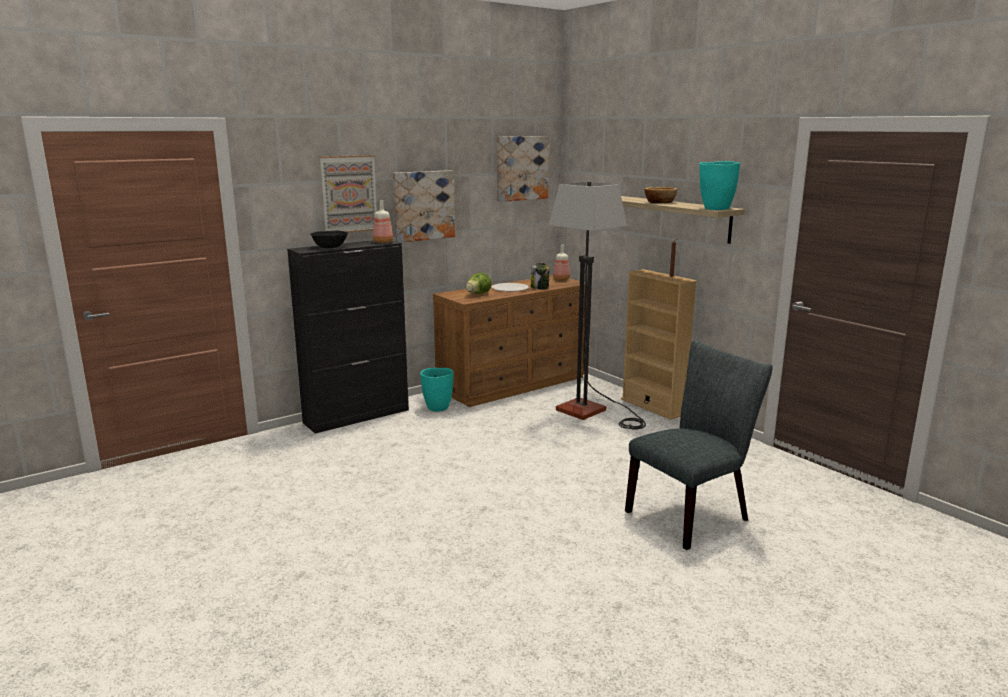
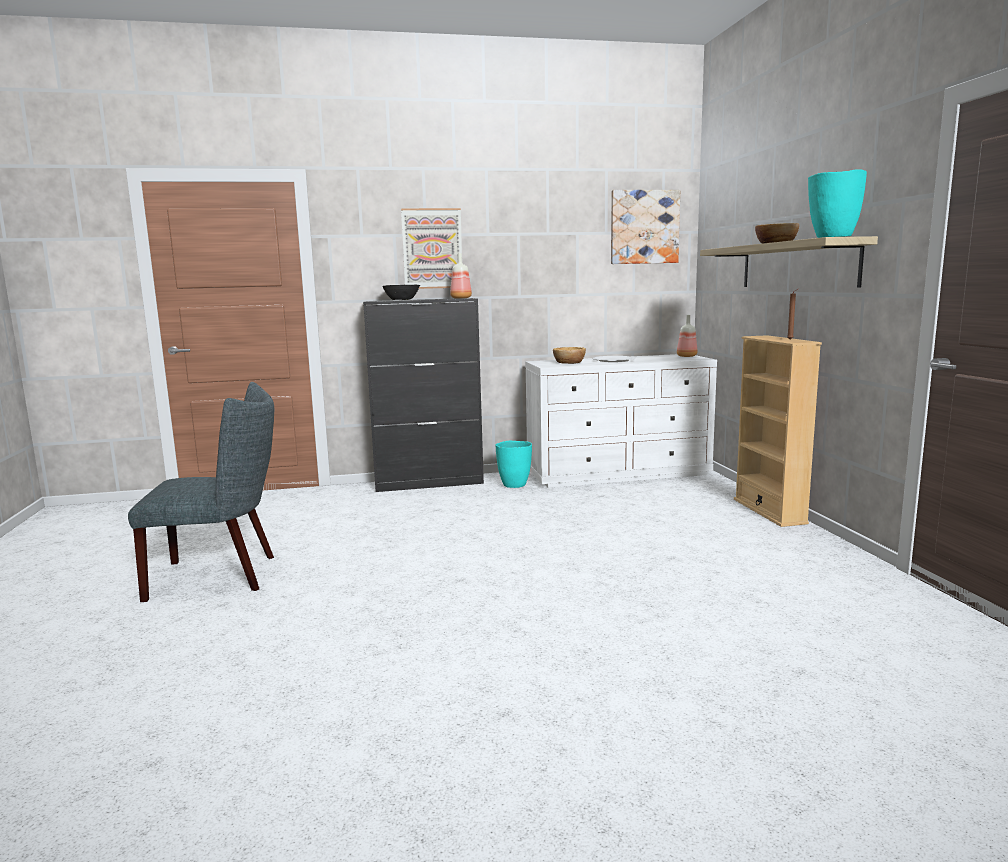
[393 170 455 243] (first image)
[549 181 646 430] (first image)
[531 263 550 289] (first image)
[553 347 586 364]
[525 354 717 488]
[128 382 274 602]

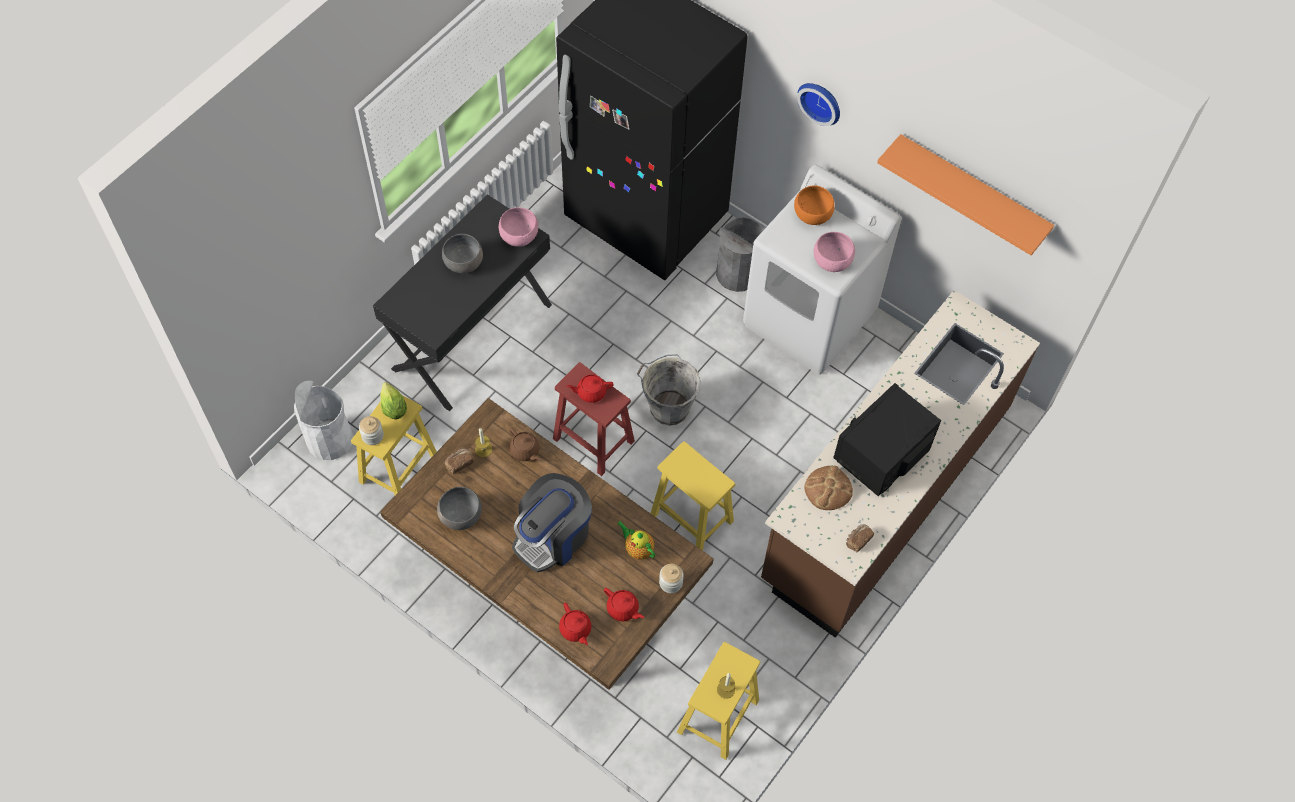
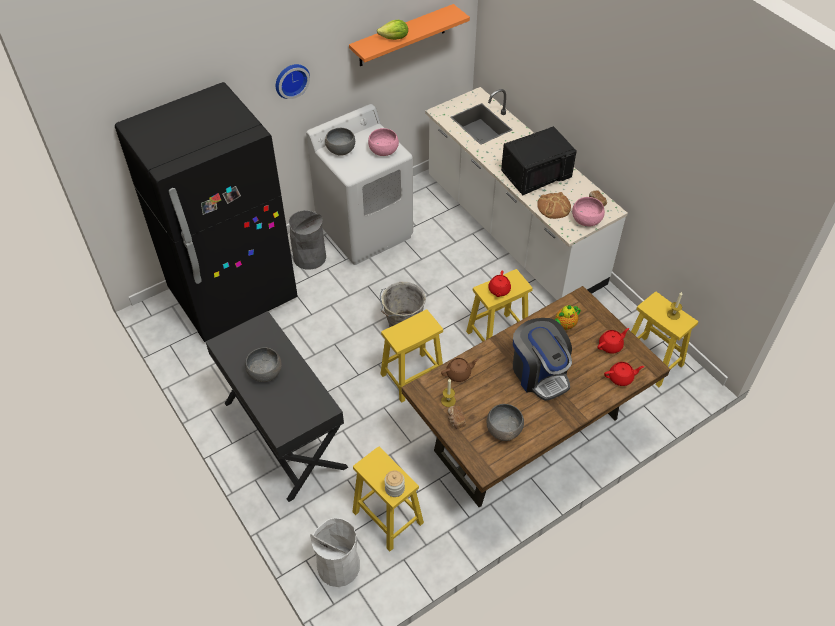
[325 128 355 156]
[572 197 605 226]
[425 87 628 300]
[380 309 443 403]
[489 270 511 297]
[377 20 408 40]
[501 126 577 195]
[659 564 684 594] (first image)

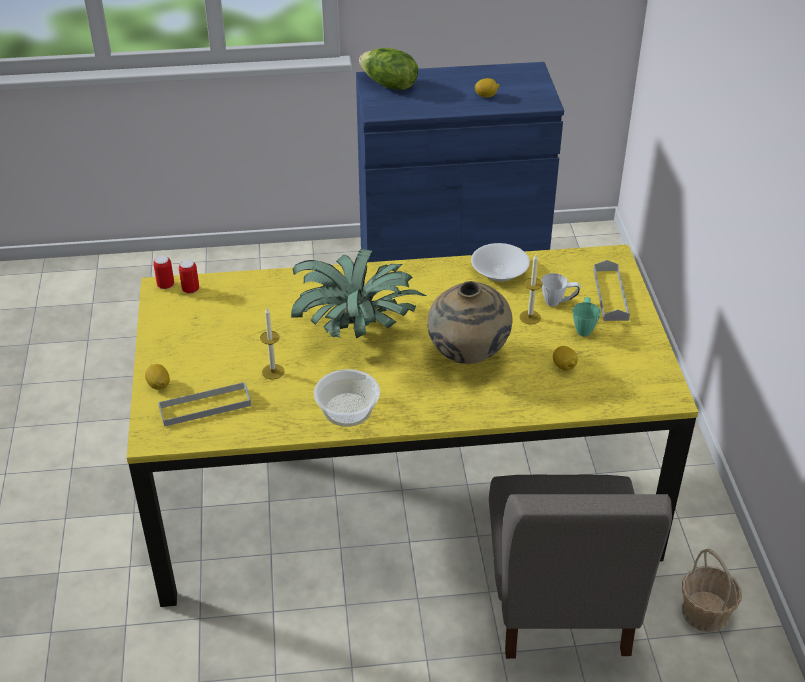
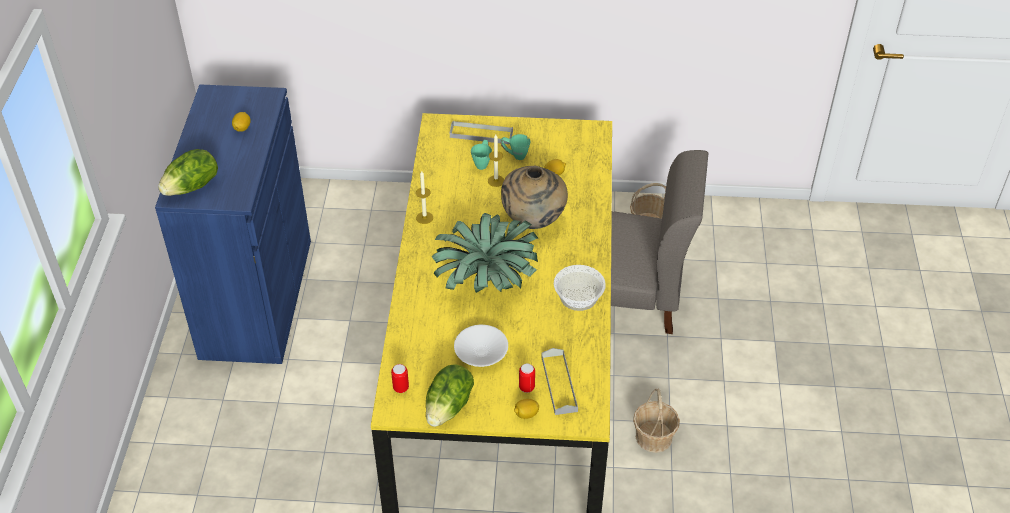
[454 325 508 367]
[519 363 535 393]
[471 140 492 170]
[416 171 433 224]
[426 364 474 427]
[633 388 680 453]

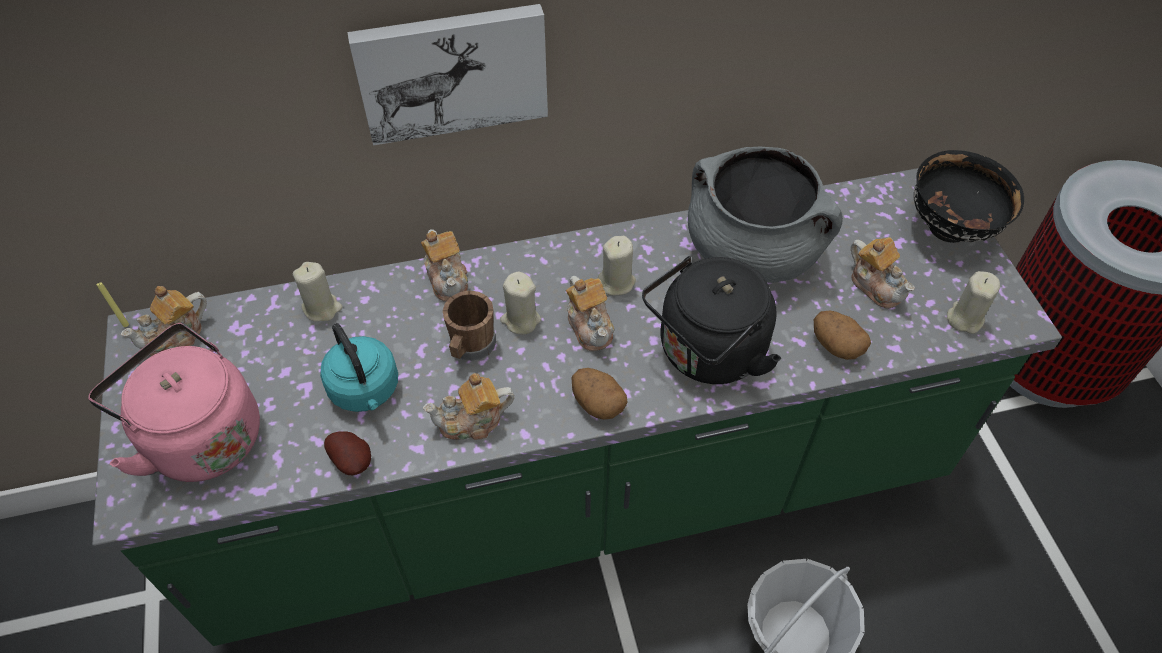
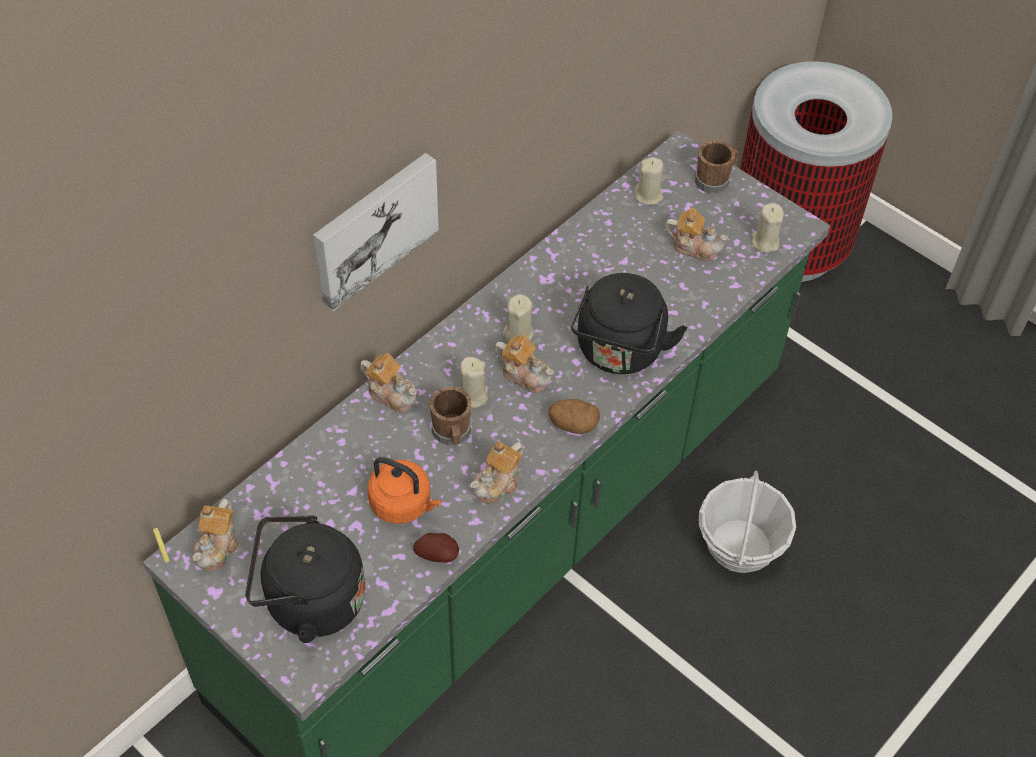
[688 146 843 283] (first image)
[695 141 739 194]
[634 157 663 205]
[814 310 871 360] (first image)
[246 515 365 643]
[368 457 441 524]

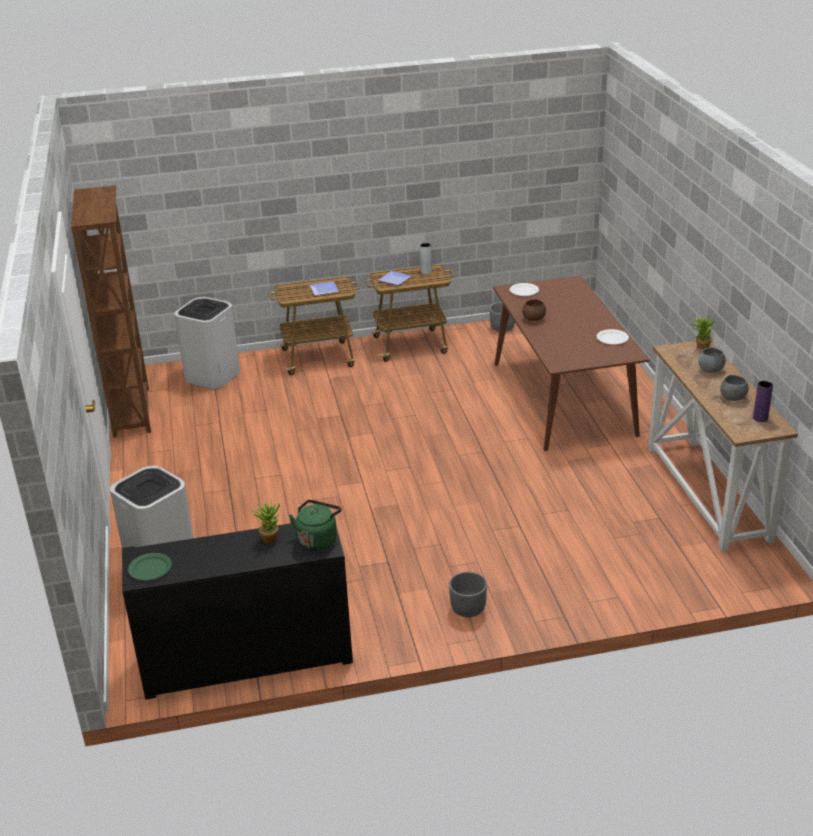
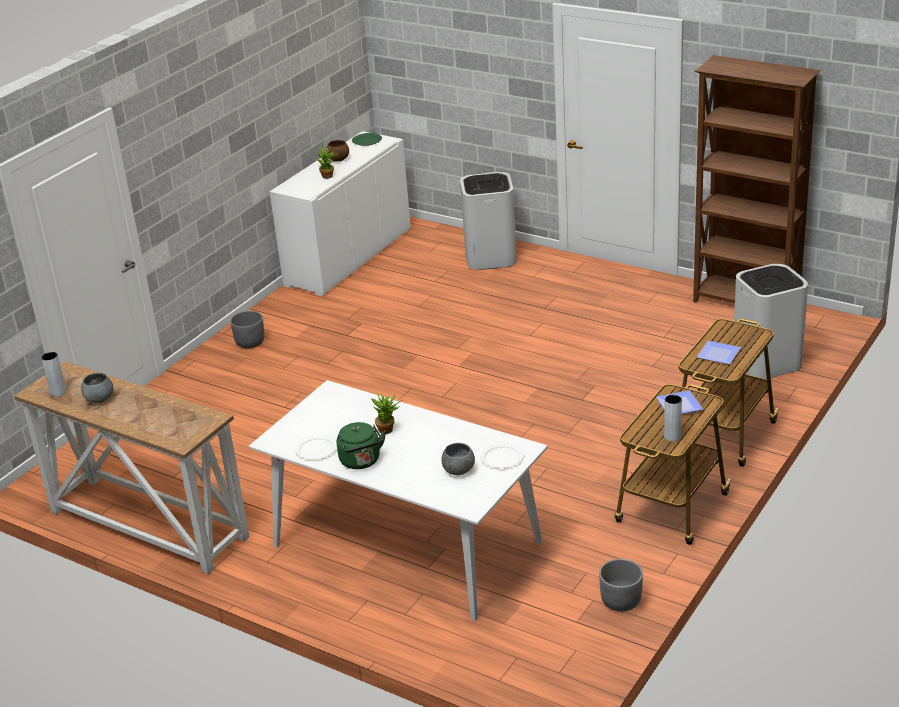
[249 380 548 622]
[326 140 349 162]
[371 392 402 434]
[441 443 475 475]
[41 352 67 397]
[337 422 386 469]
[269 131 411 296]

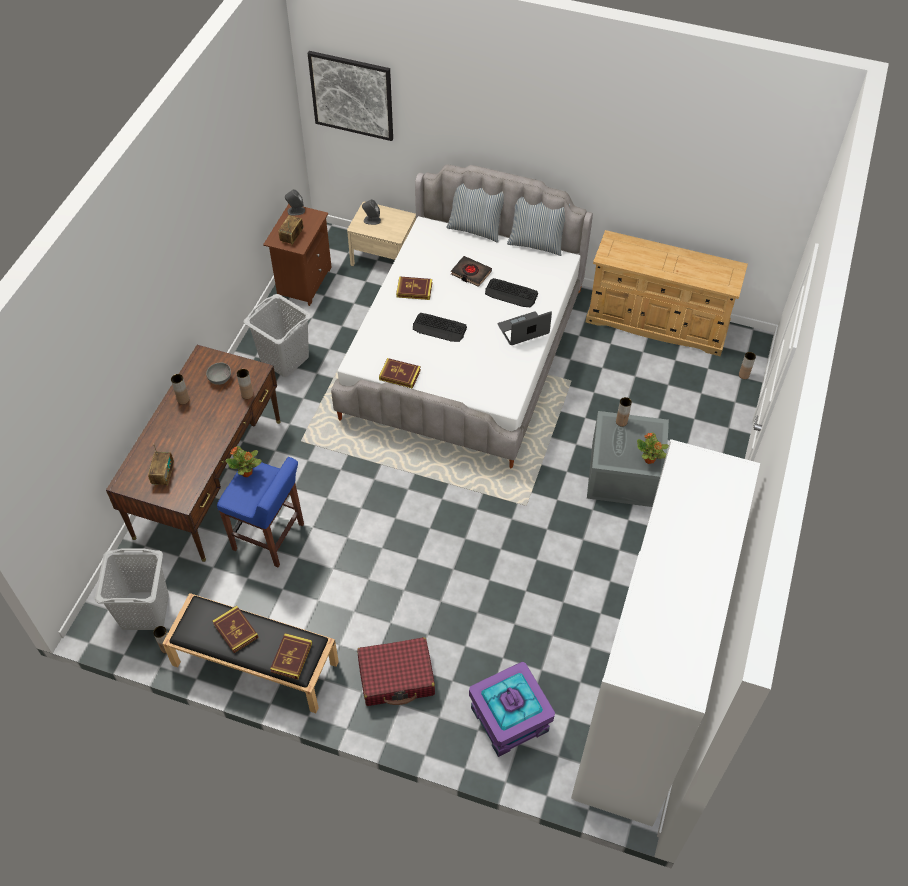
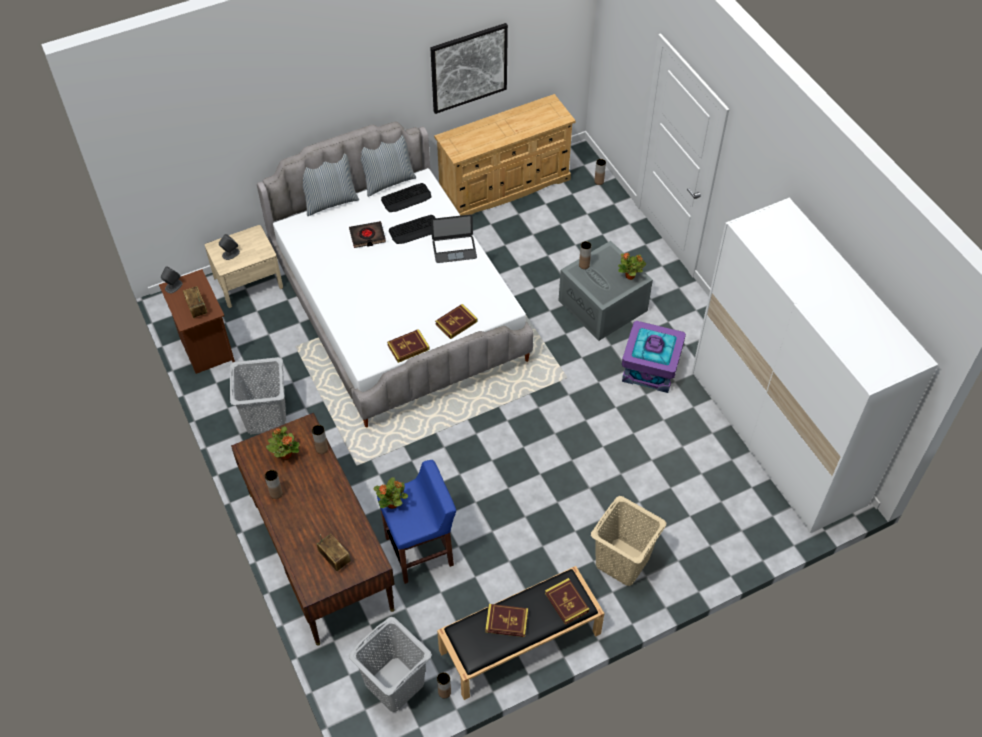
[430 23 508 114]
[435 304 478 339]
[431 214 477 263]
[381 183 431 212]
[266 426 300 460]
[591 496 666 586]
[622 321 686 393]

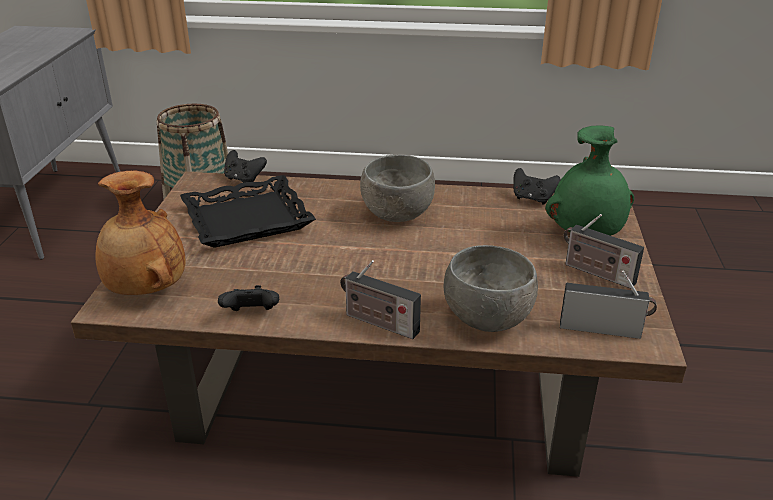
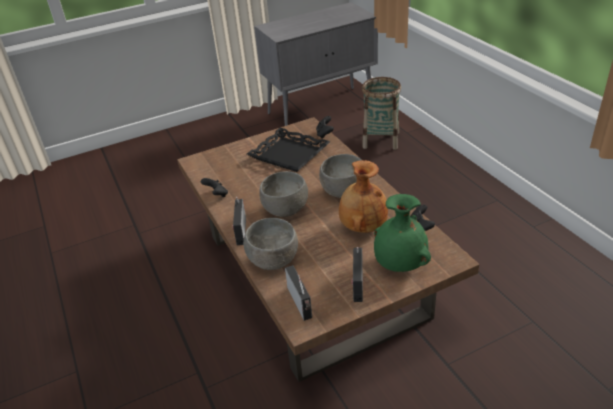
[339 160 388 233]
[259 171 308 217]

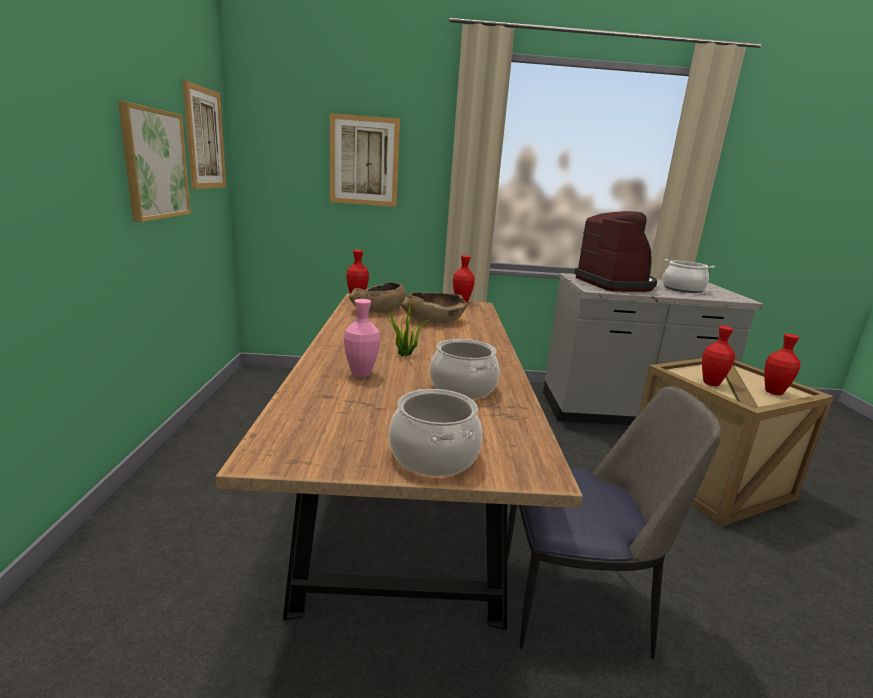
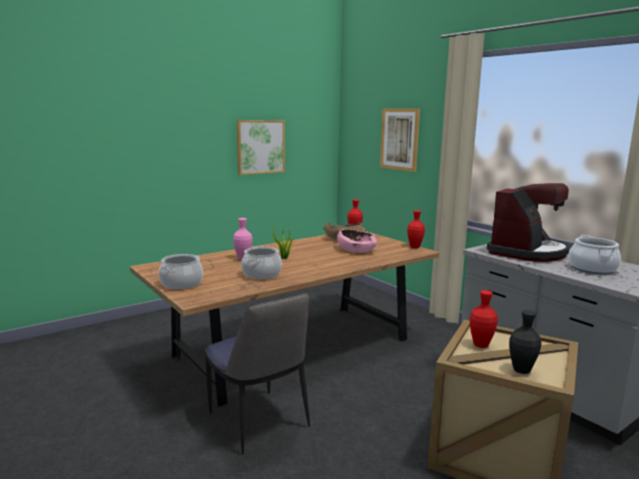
[183 80 226 189] (first image)
[337 229 377 253]
[509 310 541 374]

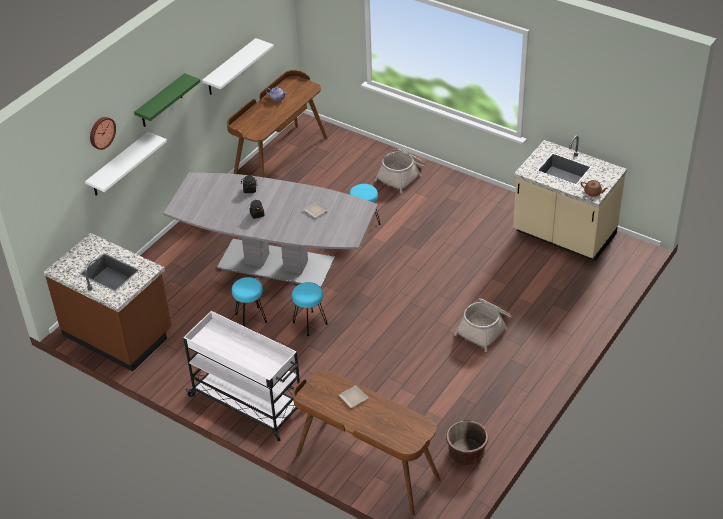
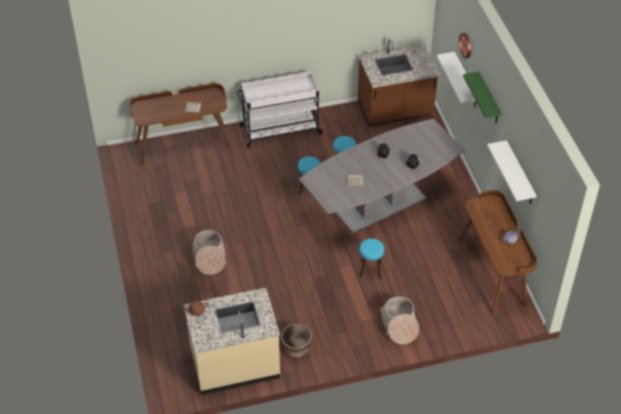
[281 323 313 358]

